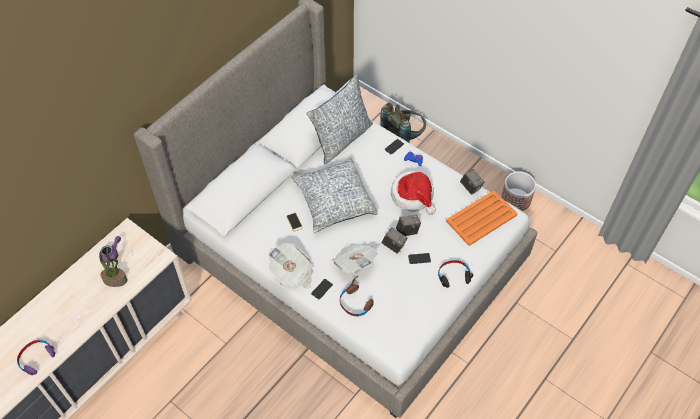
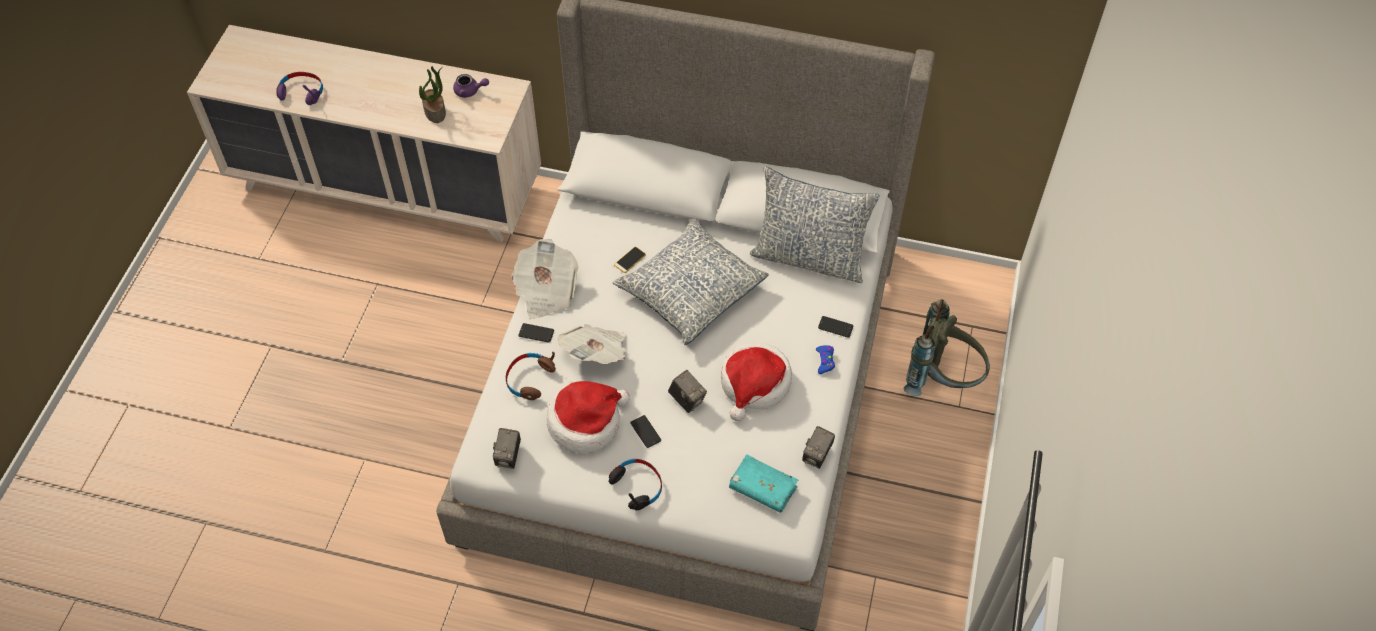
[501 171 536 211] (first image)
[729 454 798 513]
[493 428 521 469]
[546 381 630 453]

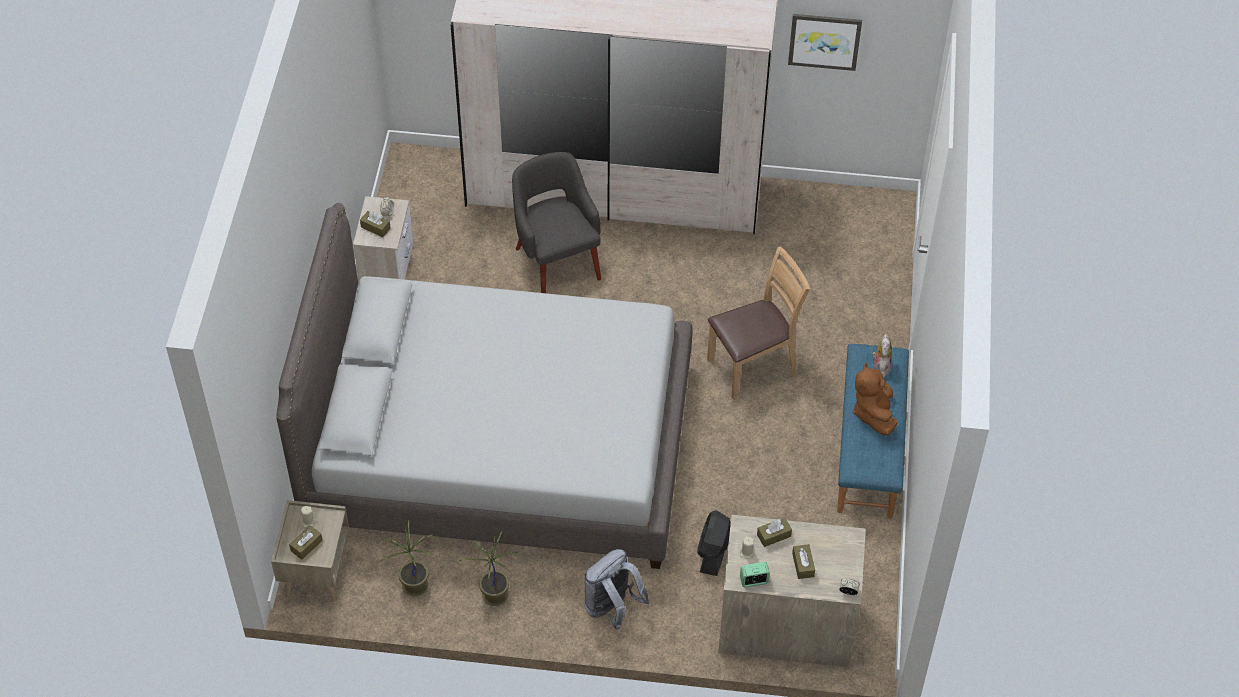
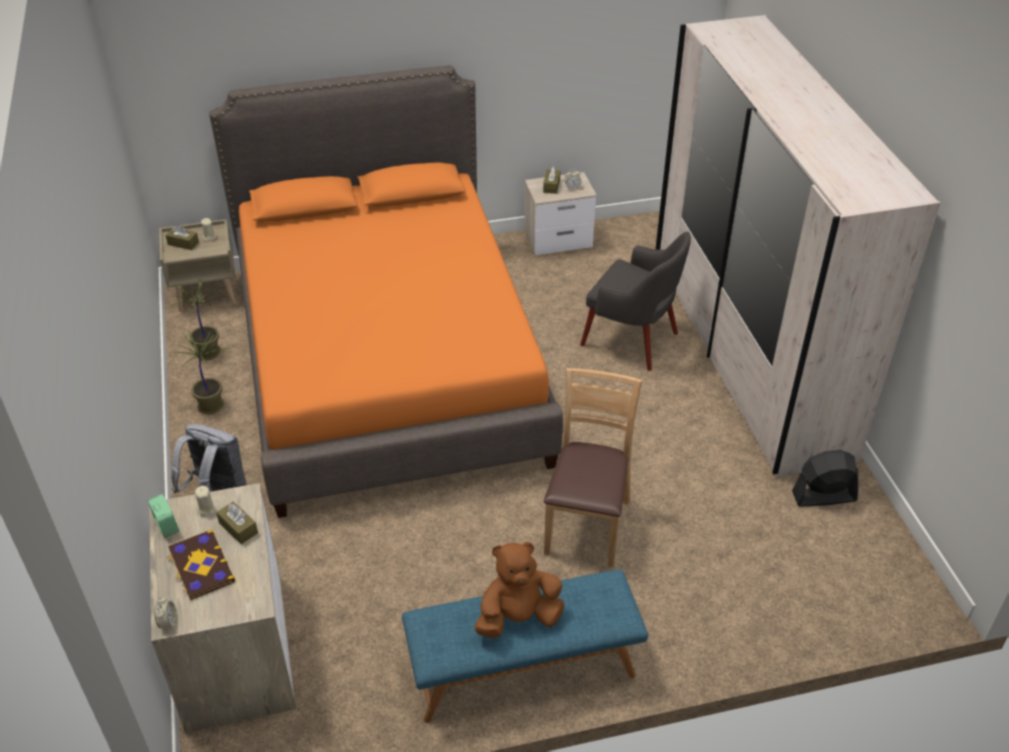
[788 14 862 71] (first image)
[580 232 691 371]
[209 65 563 518]
[544 368 642 567]
[872 334 892 377] (first image)
[792 450 858 507]
[167 530 235 600]

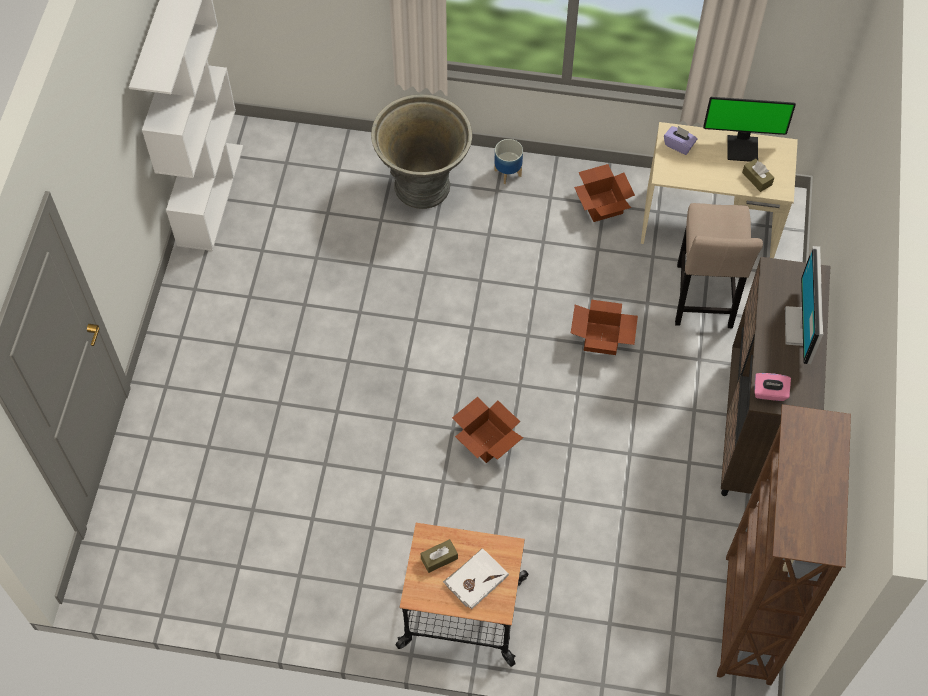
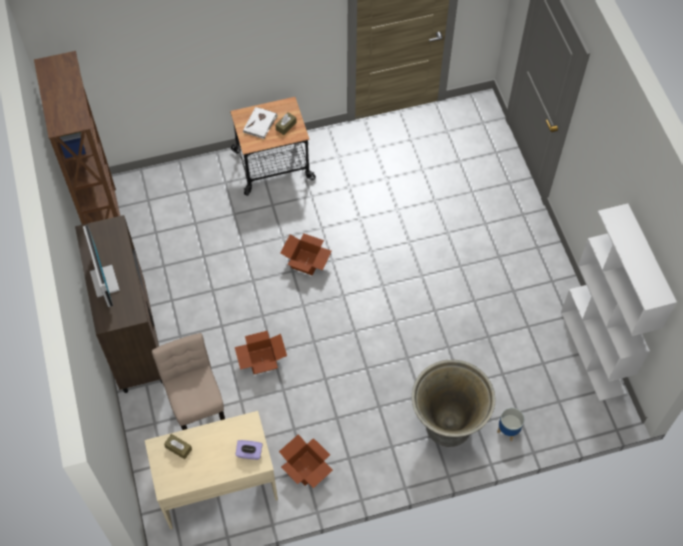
[703 97 796 162] (first image)
[497 408 524 441]
[754 373 791 401] (first image)

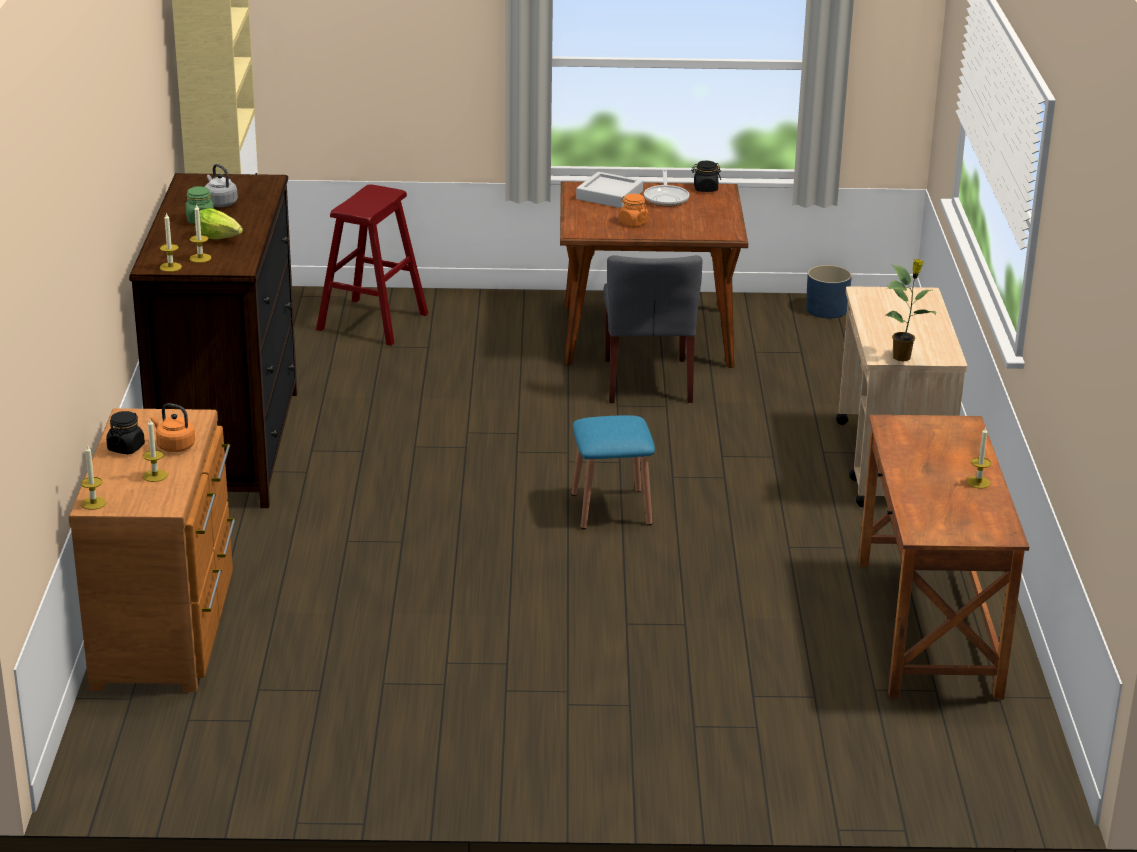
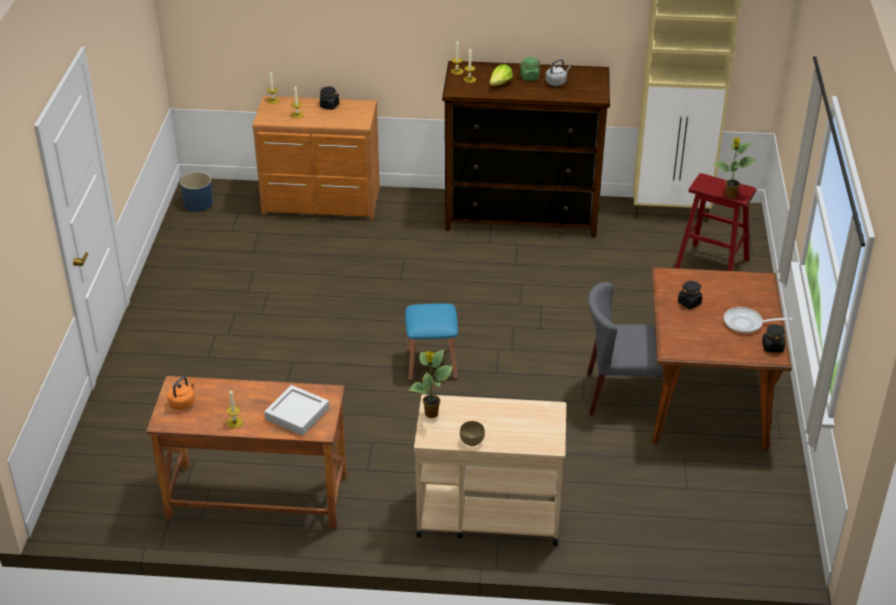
[264 385 329 436]
[678 281 702 309]
[180 172 213 212]
[167 377 196 410]
[713 137 757 199]
[460 421 485 446]

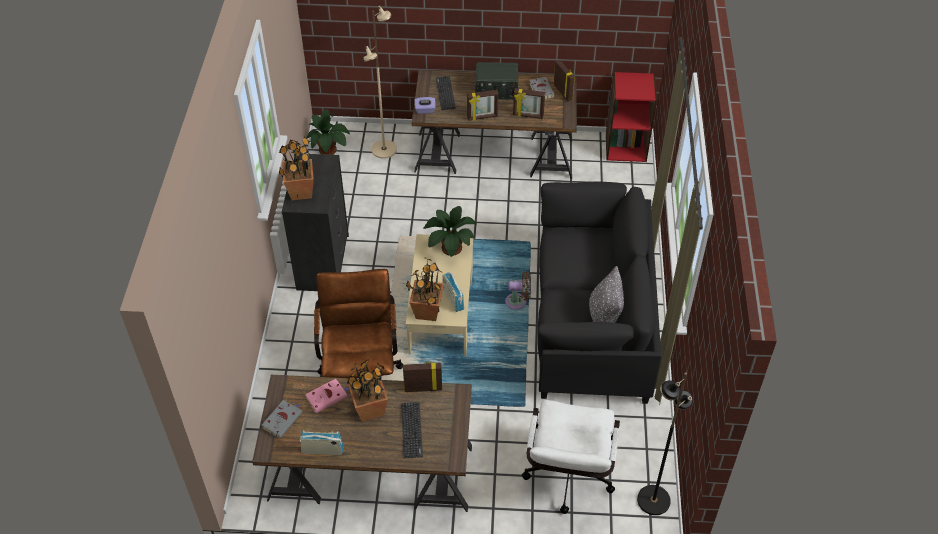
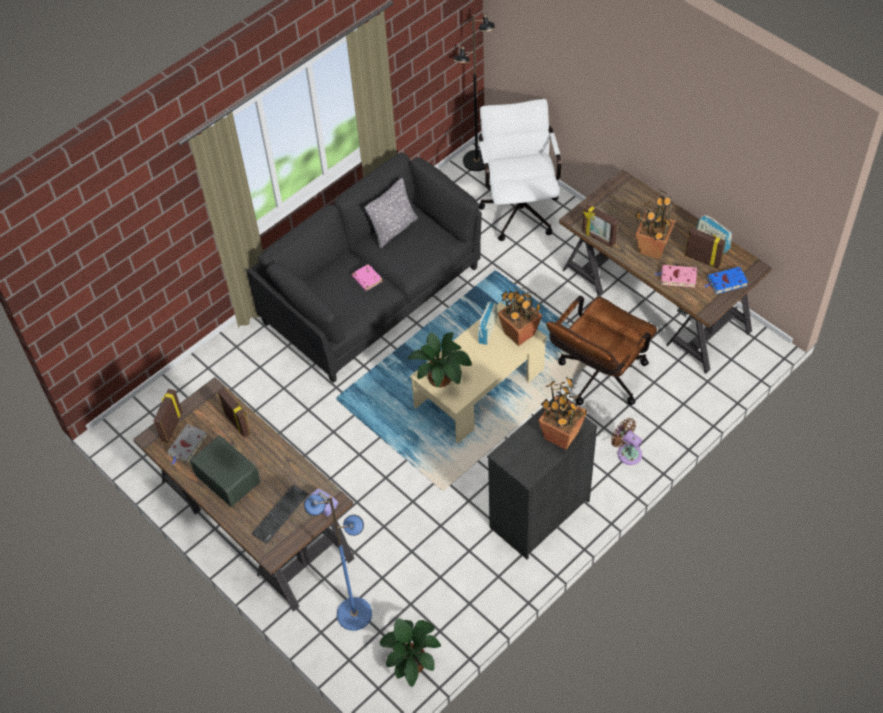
[304 494 372 631]
[606 72 657 162] (first image)
[685 228 726 269]
[611 418 642 465]
[704 267 748 294]
[479 99 562 241]
[401 402 423 458] (first image)
[352 264 383 291]

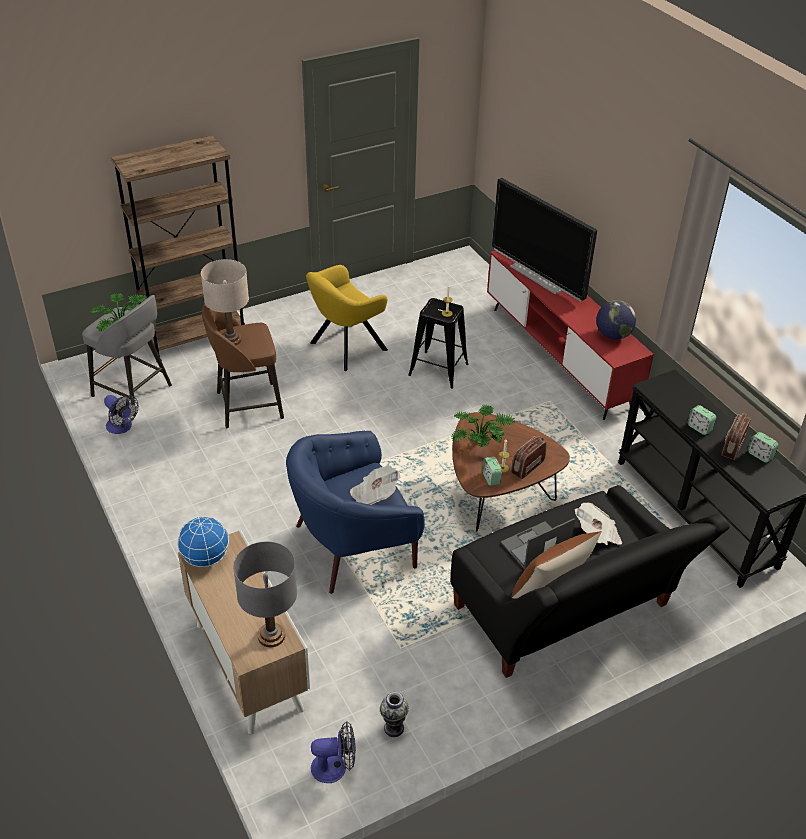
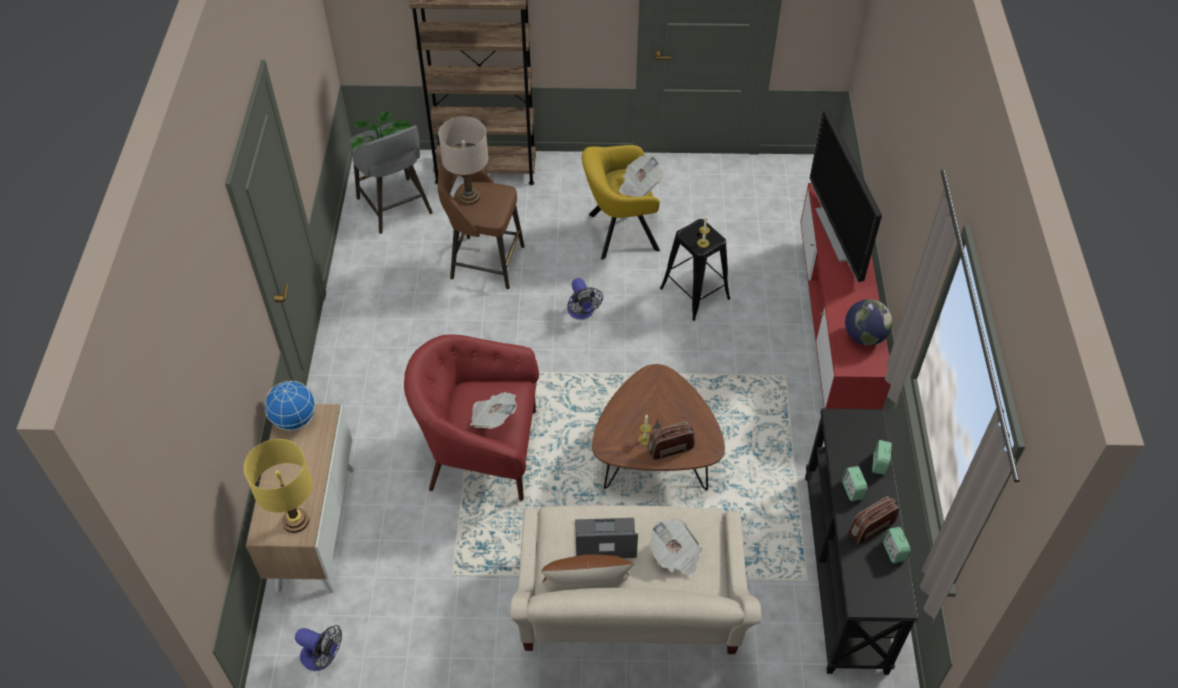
[567 278 603 320]
[451 404 514 448] (first image)
[404 334 539 501]
[872 440 892 475]
[510 505 762 654]
[244 439 312 533]
[380 692 409 737] (first image)
[619 156 663 197]

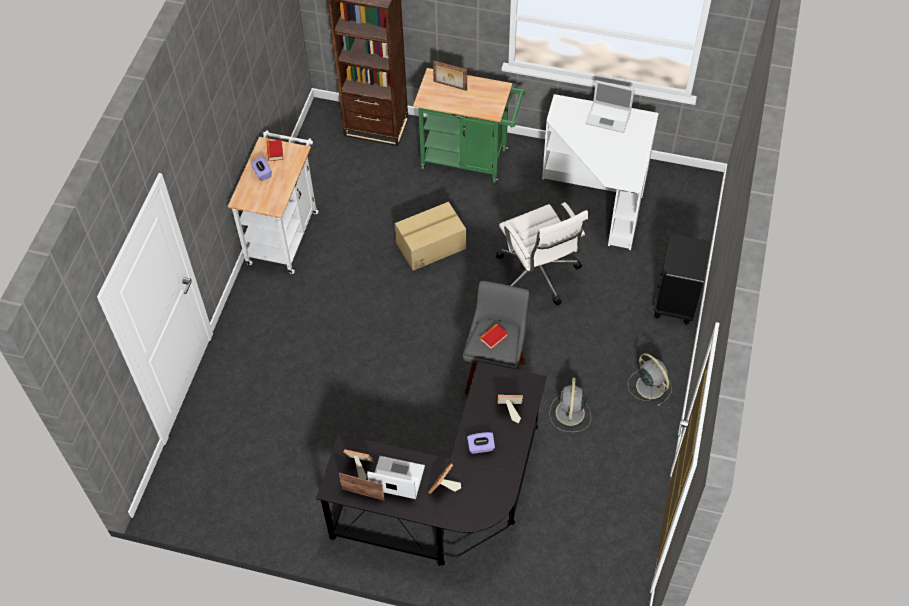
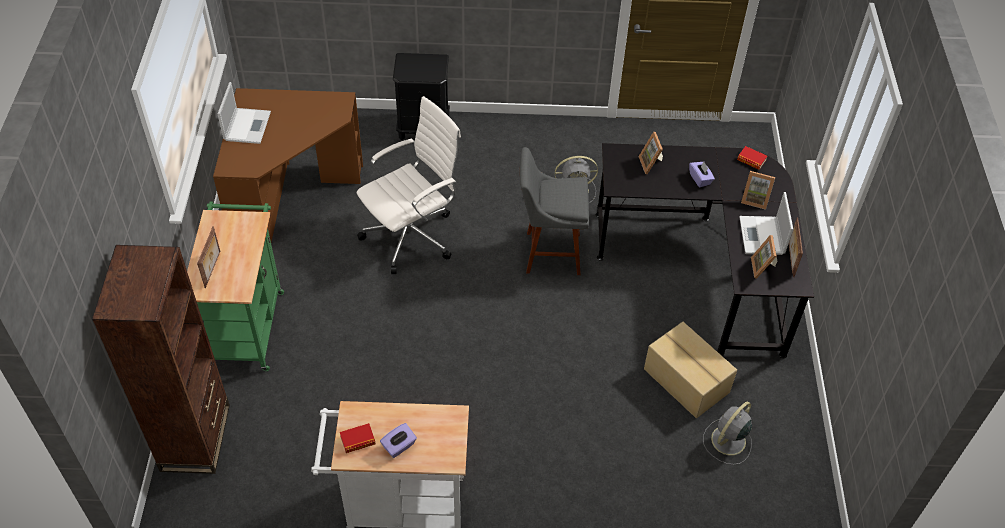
[213 88 363 242]
[644 322 737 418]
[737 146 767 170]
[703 401 752 465]

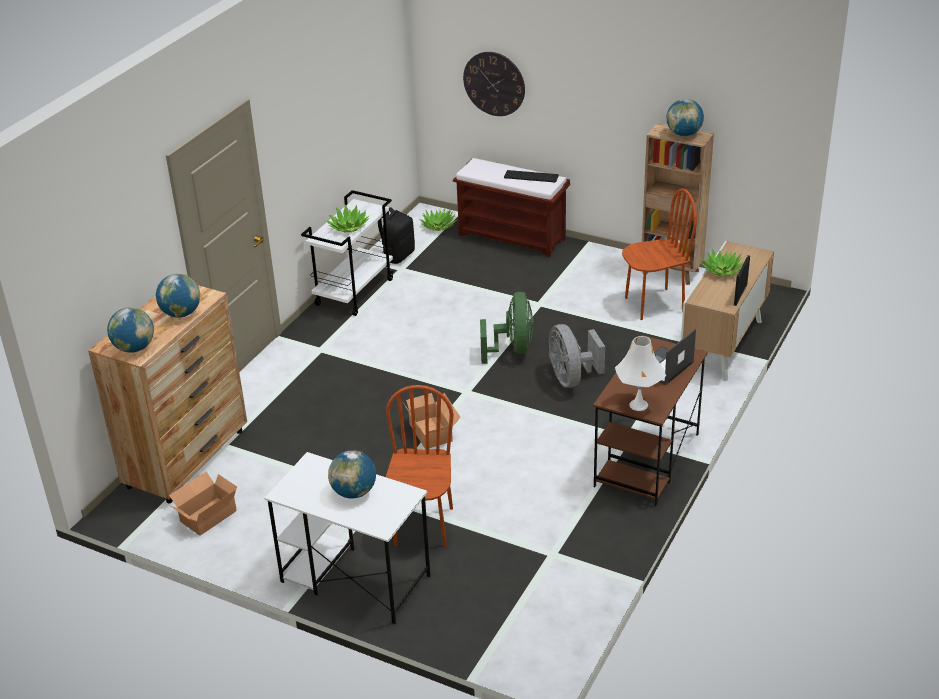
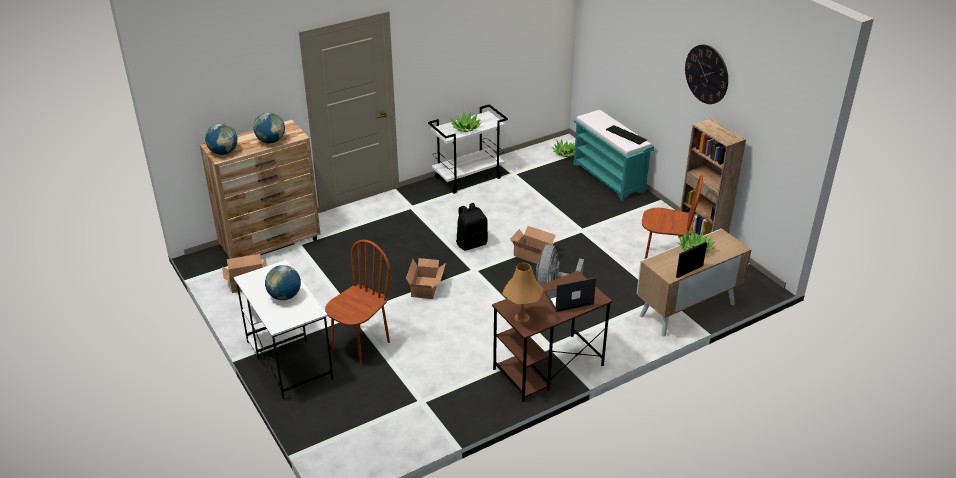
[685 44 728 104]
[667 99 704 136] (first image)
[573 110 654 201]
[456 203 488 251]
[510 226 556 264]
[502 263 544 323]

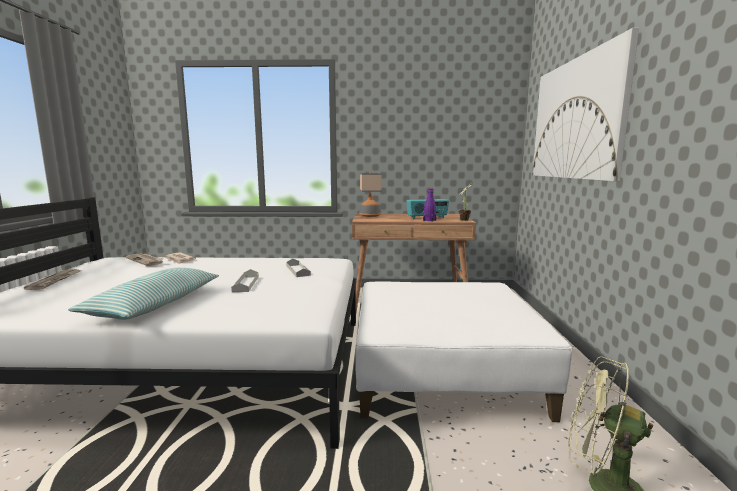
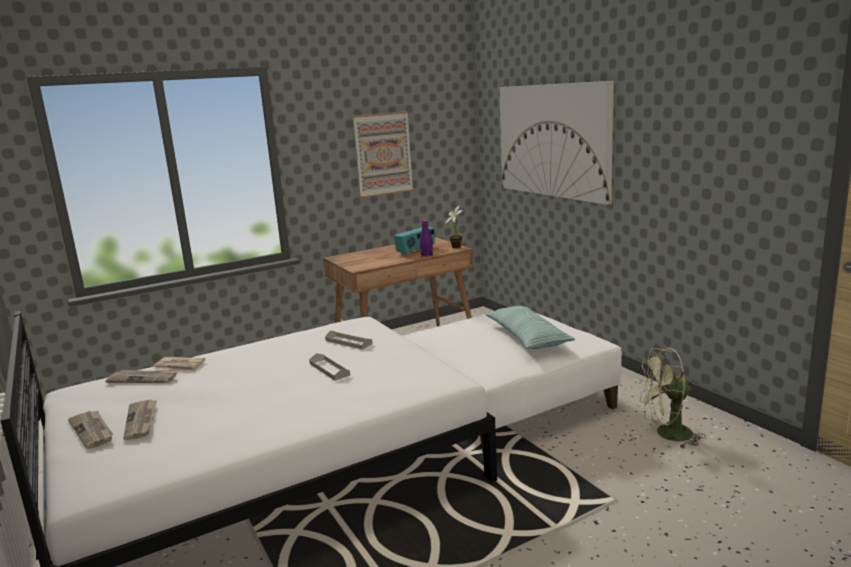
[359 172 382 217] (first image)
[485 306 575 349]
[353 112 413 198]
[123 400 157 440]

